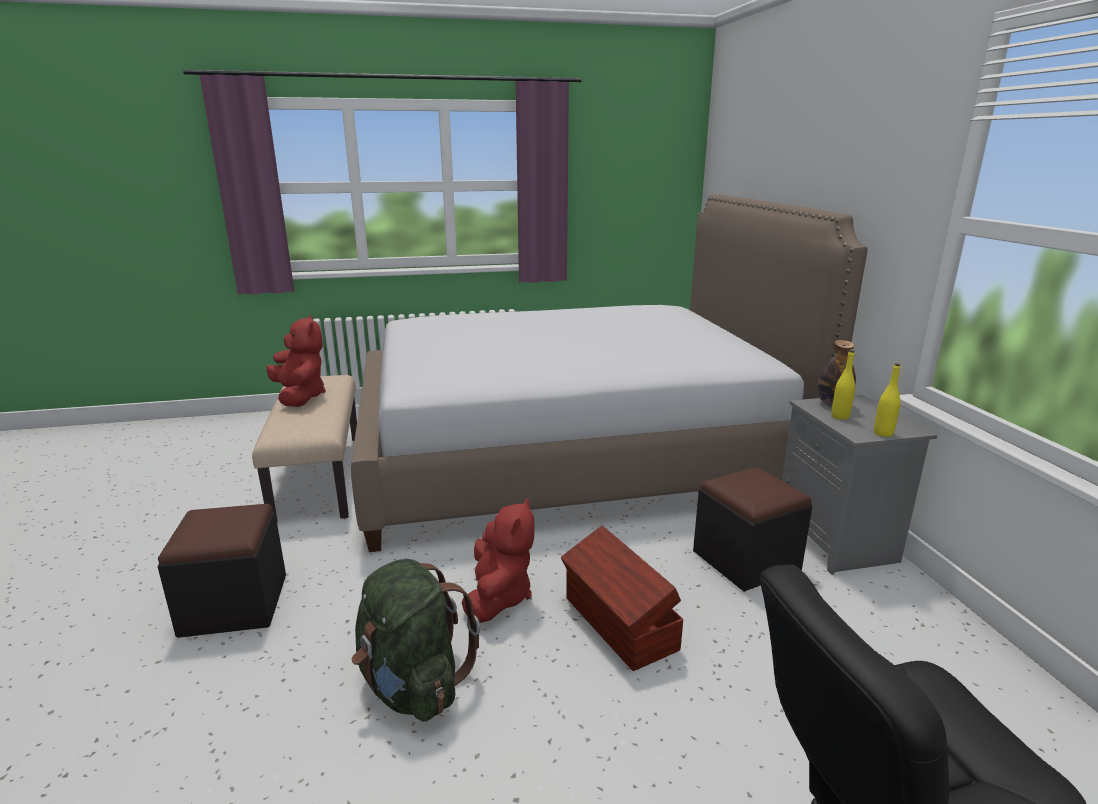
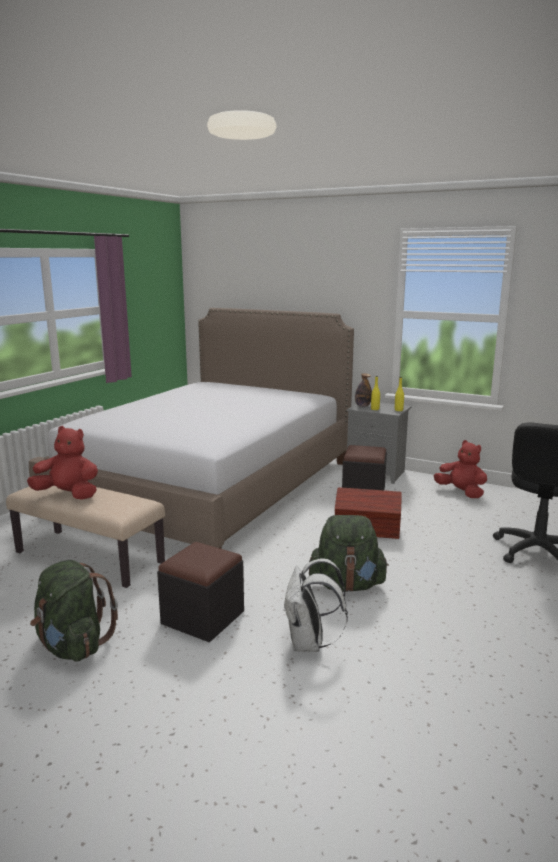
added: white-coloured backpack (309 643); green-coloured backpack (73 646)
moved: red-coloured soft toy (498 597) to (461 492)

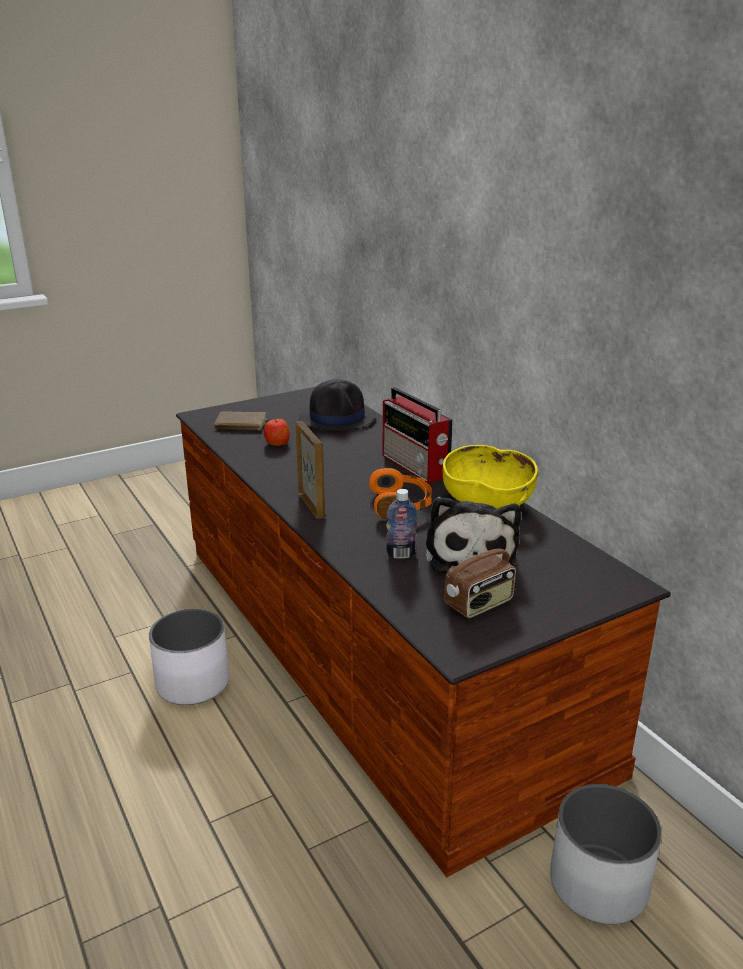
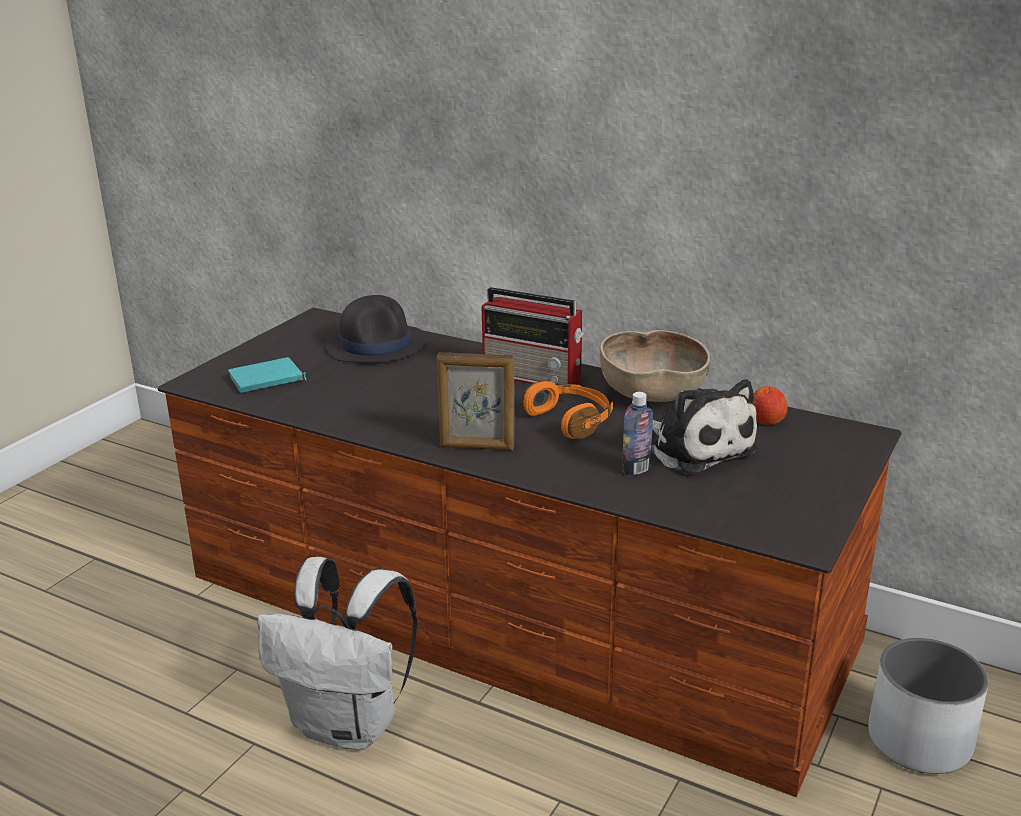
removed: radio set (479 604)
moved: whole apple (277 443) to (766 420)
replaced: white-coloured planter (193 683) to white-coloured backpack (349 725)
recoloured: brown book (240 425) to turquoise-coloured book (266 380); yellowish serving bowl (487 503) to brown serving bowl (652 394)
turned: picture frame (311 505) = (477 447) 150 degrees clockwise

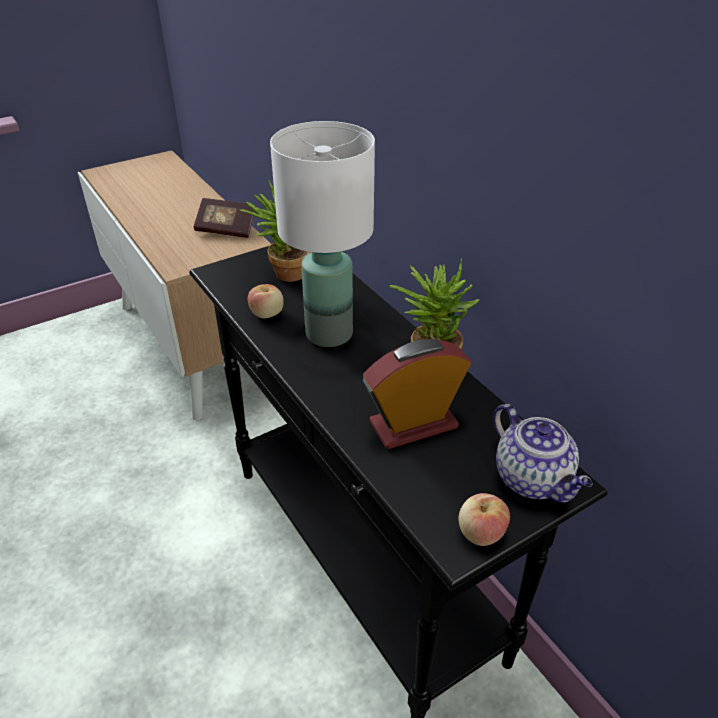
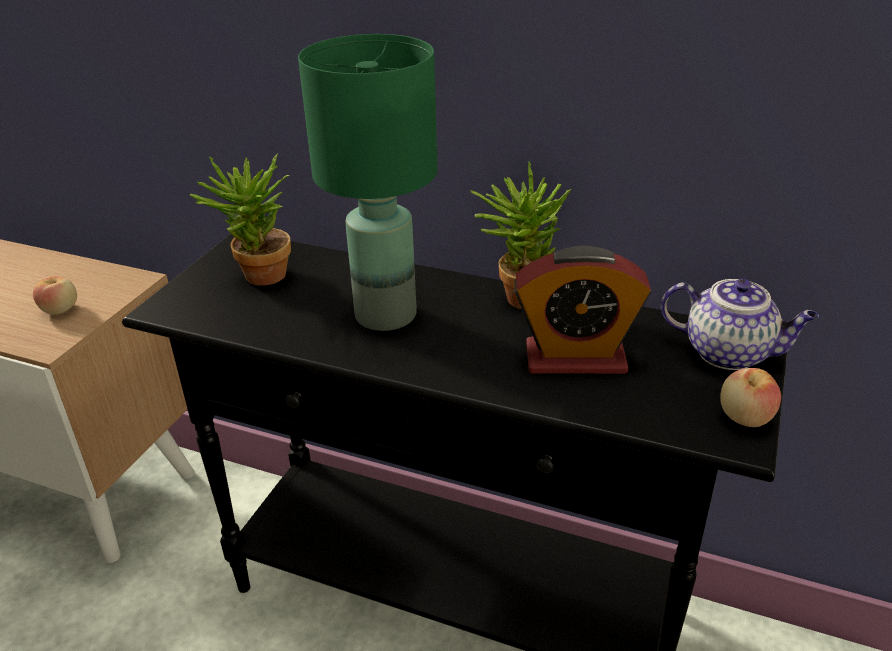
removed: book (226 229)
moved: whole apple (267 314) to (61 310)
recoloured: white-coloured lamp for a table (329 333) to green-coloured lamp for a table (385 314)
turned: table clock (413 425) = (575 358) 120 degrees counterclockwise

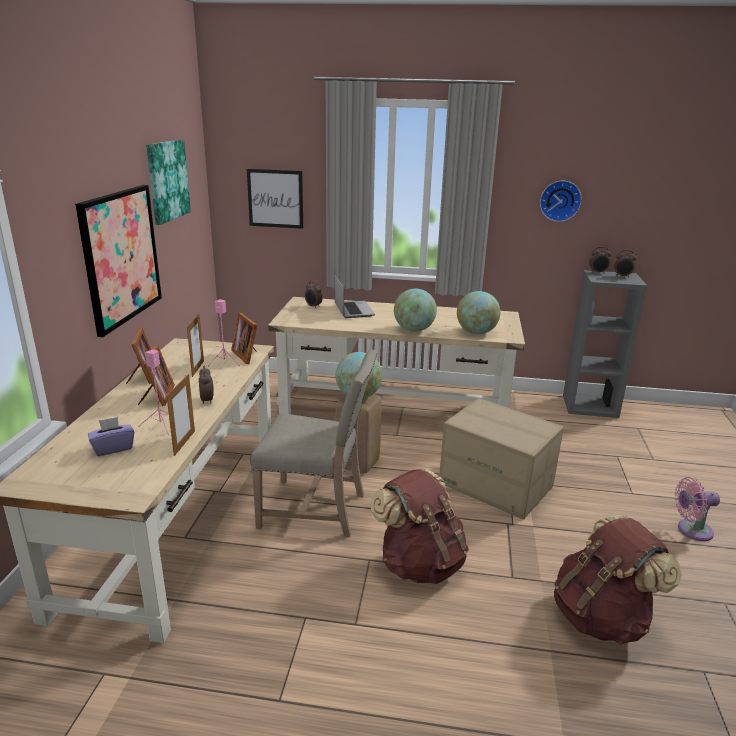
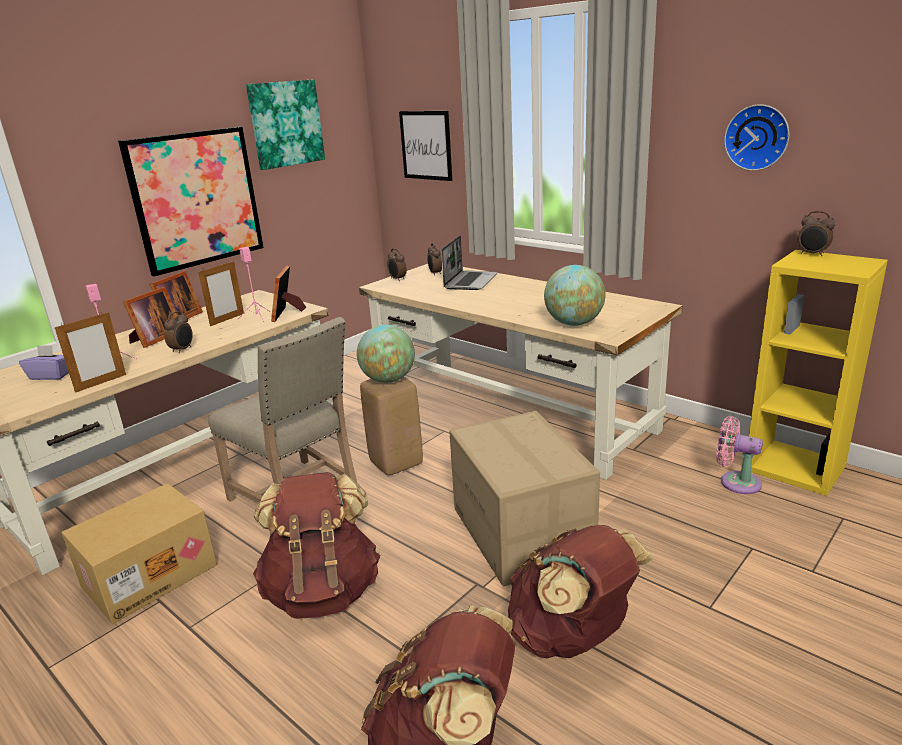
removed: desk globe (414 330)
added: cardboard box (150 574); brown backpack (572 637)
moved: table clock (622 276) to (397 279); pink-coloured cooling fan (691 530) to (735 482)
recoloured: greyish bookcase (590 406) to yellowish bookcase (796 468)

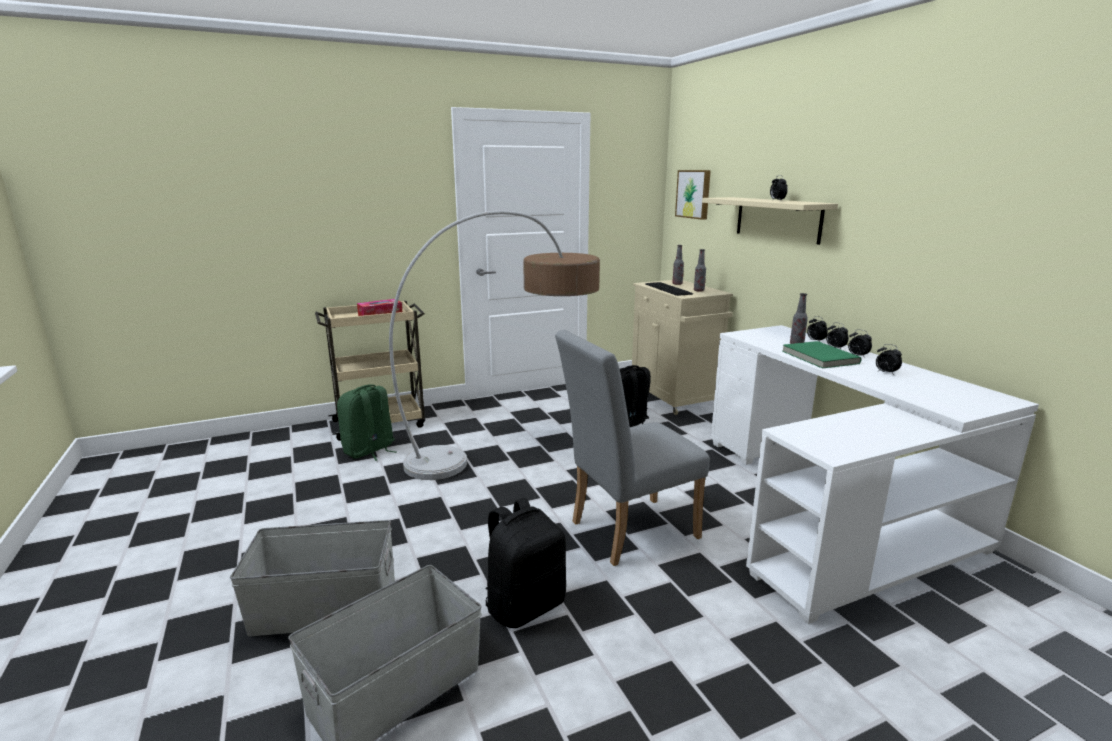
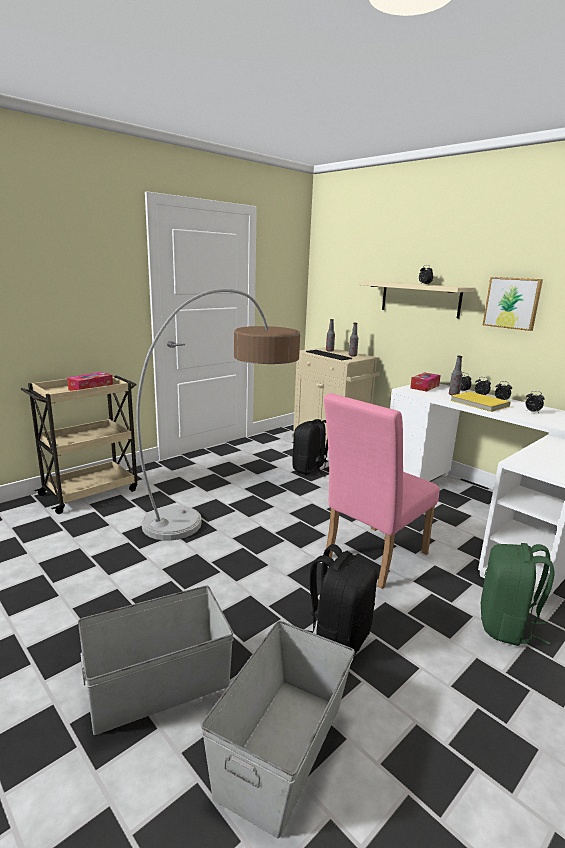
added: box of tissues (424 387)
moved: picture (694 194) to (512 303); green-coloured backpack (369 450) to (506 626)
recoloured: greyish plain chair (625 531) to pink-coloured plain chair (371 558); green-coloured book (818 357) to yellowish book (479 403)

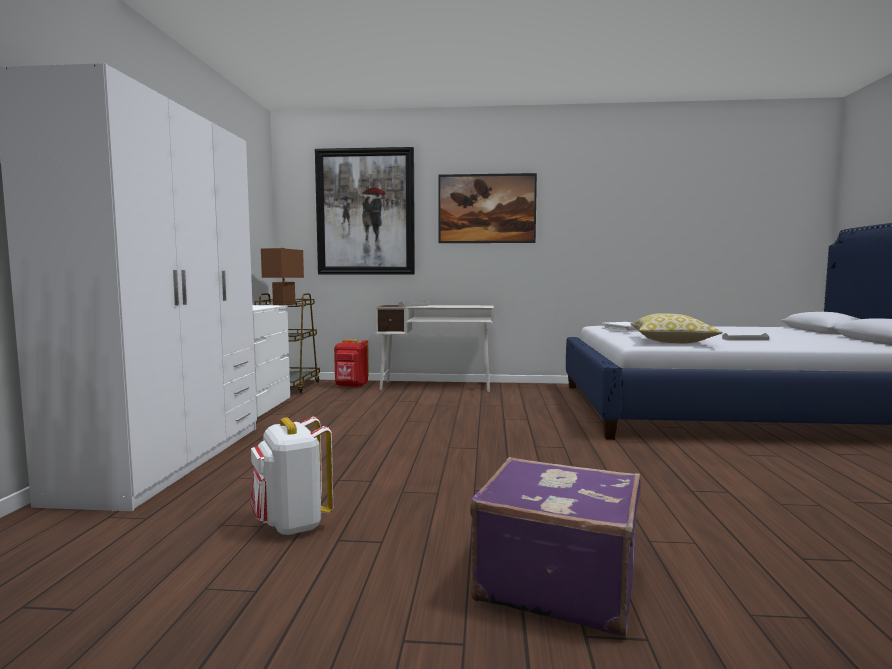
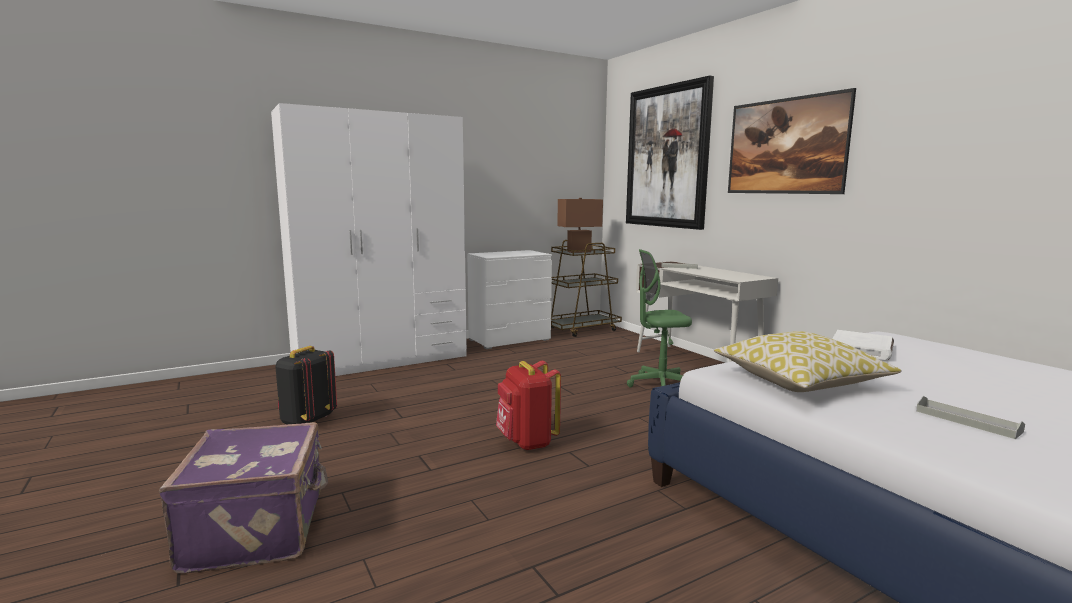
added: green-coloured office chair (660 385)
moved: red-coloured backpack (351 386) to (527 442)
recoloured: white-coloured backpack (292 525) to black backpack (307 420)

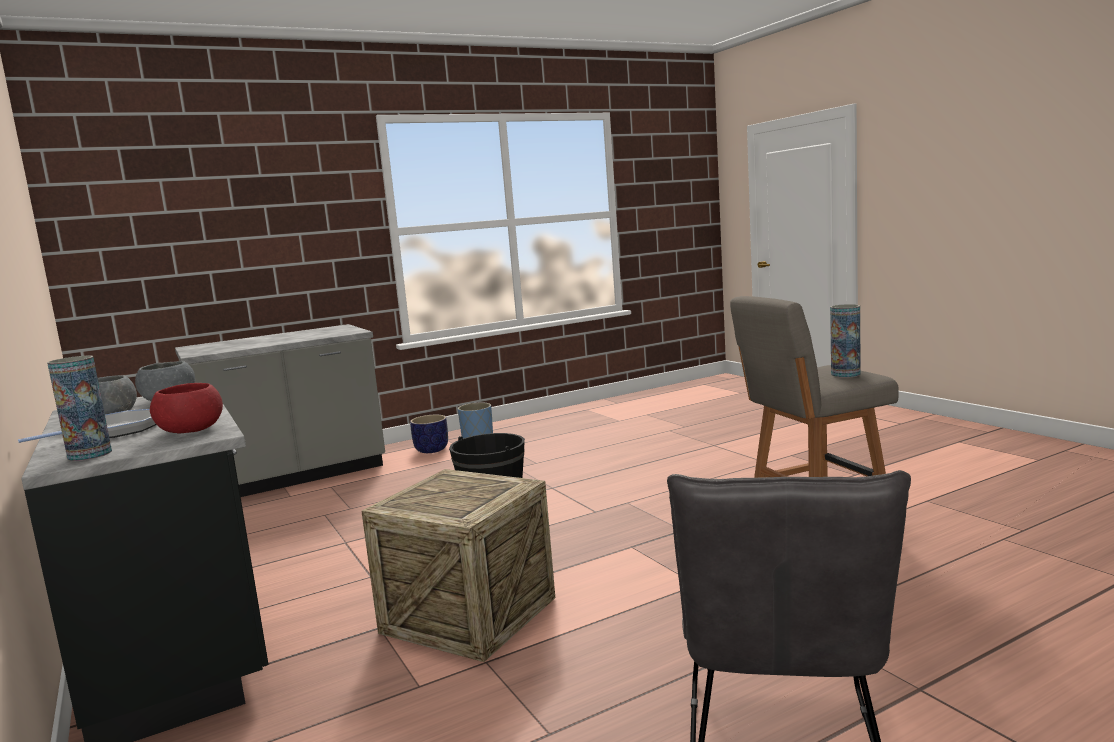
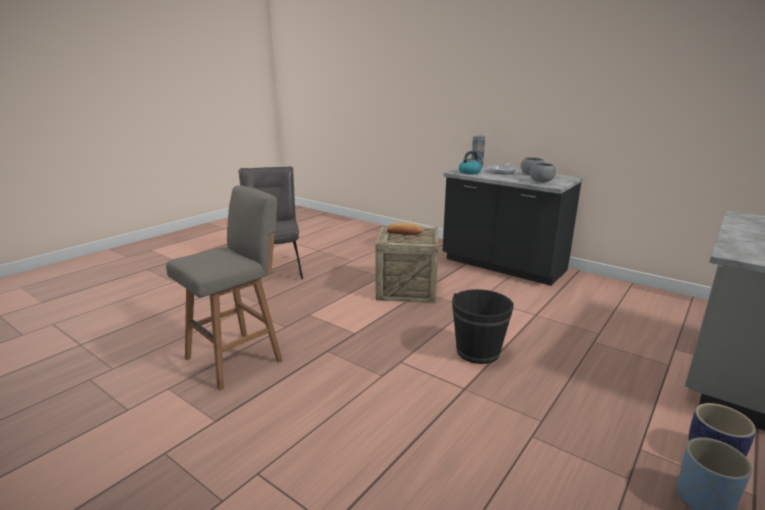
removed: vase (845 374)
added: bread (404 232)
replaced: red-coloured serving bowl (191 431) to kettle (470 172)

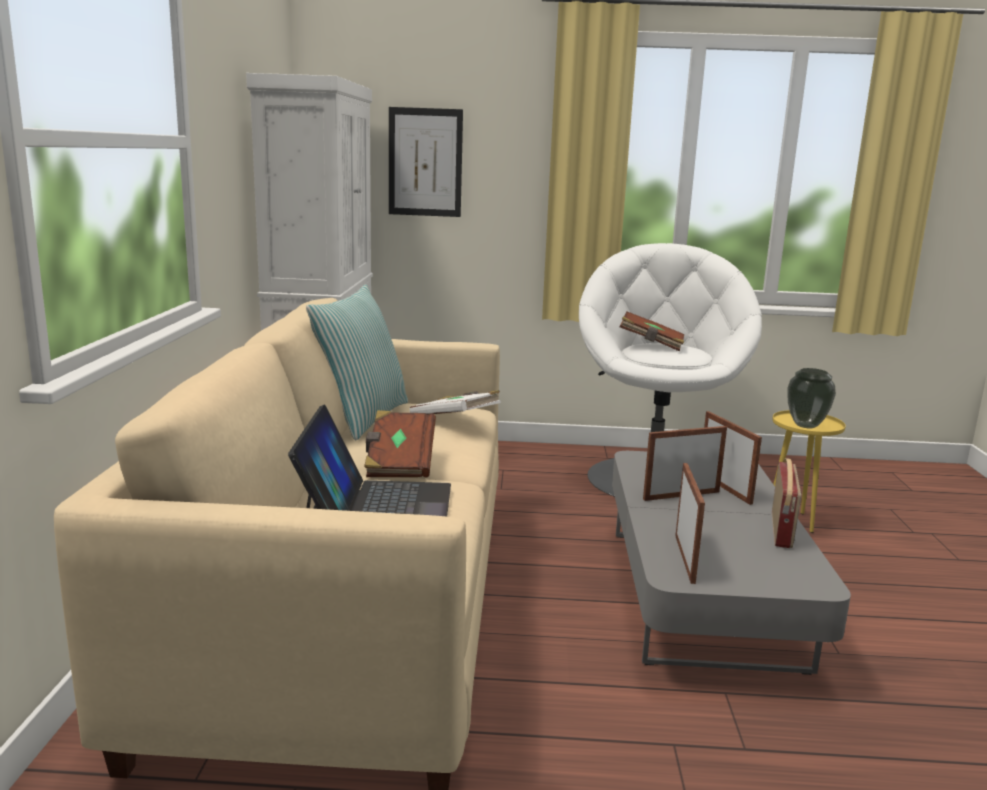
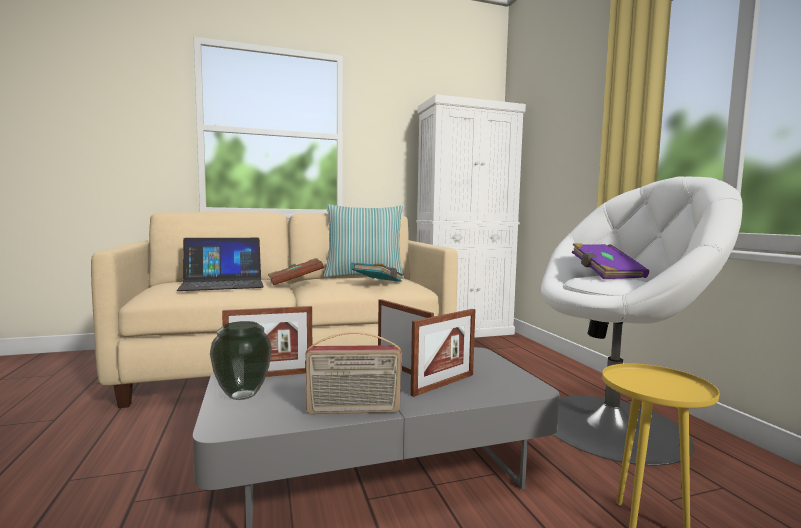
removed: picture (425 162)
moved: vase (805 425) to (242 395)
recoloured: brown book (651 344) to purple-coloured book (605 275); white-coloured book (455 421) to turquoise-coloured book (378 283)

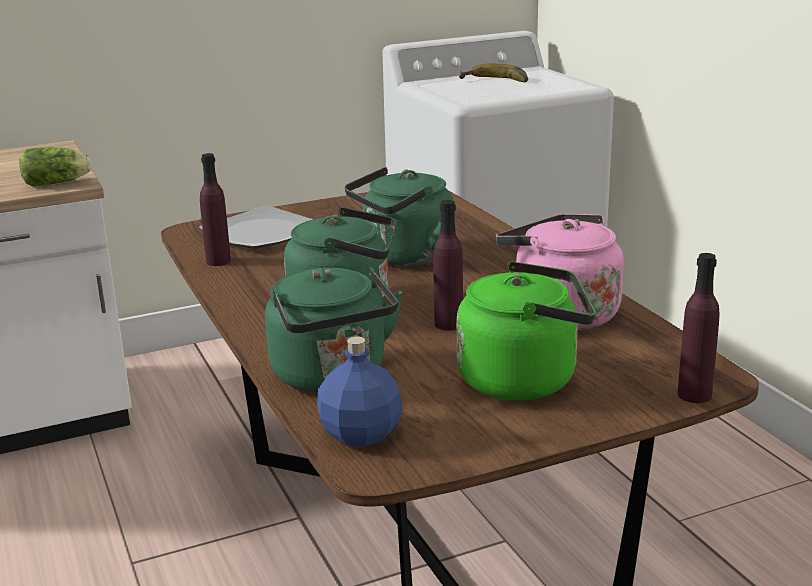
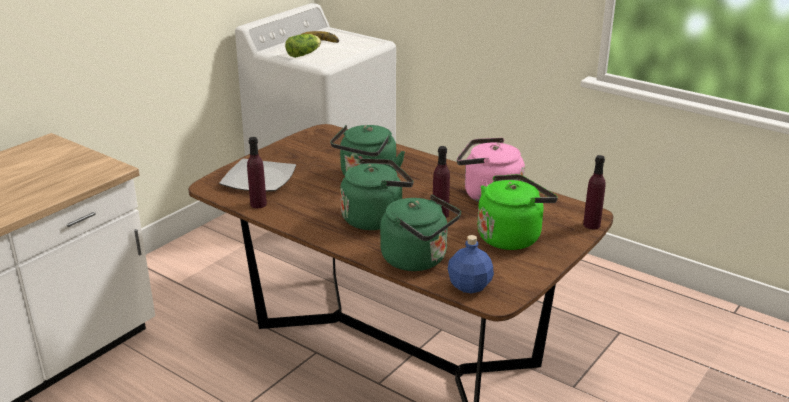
moved: lettuce (58 183) to (304 54)

